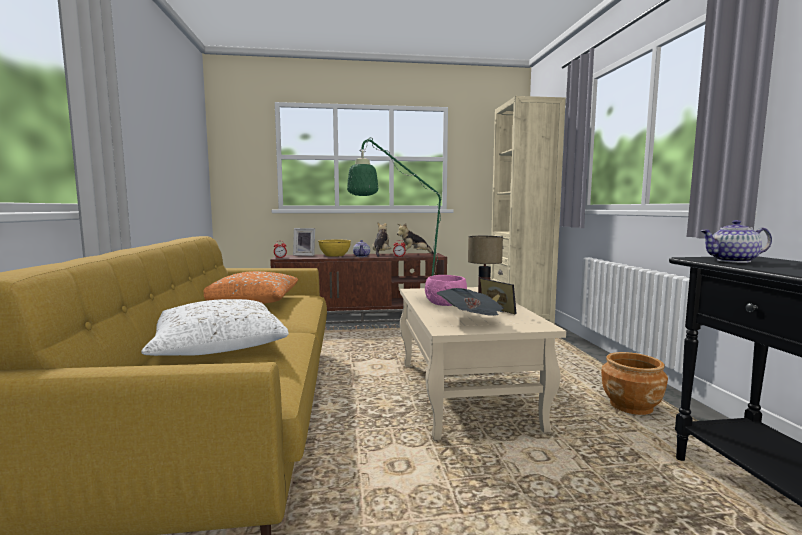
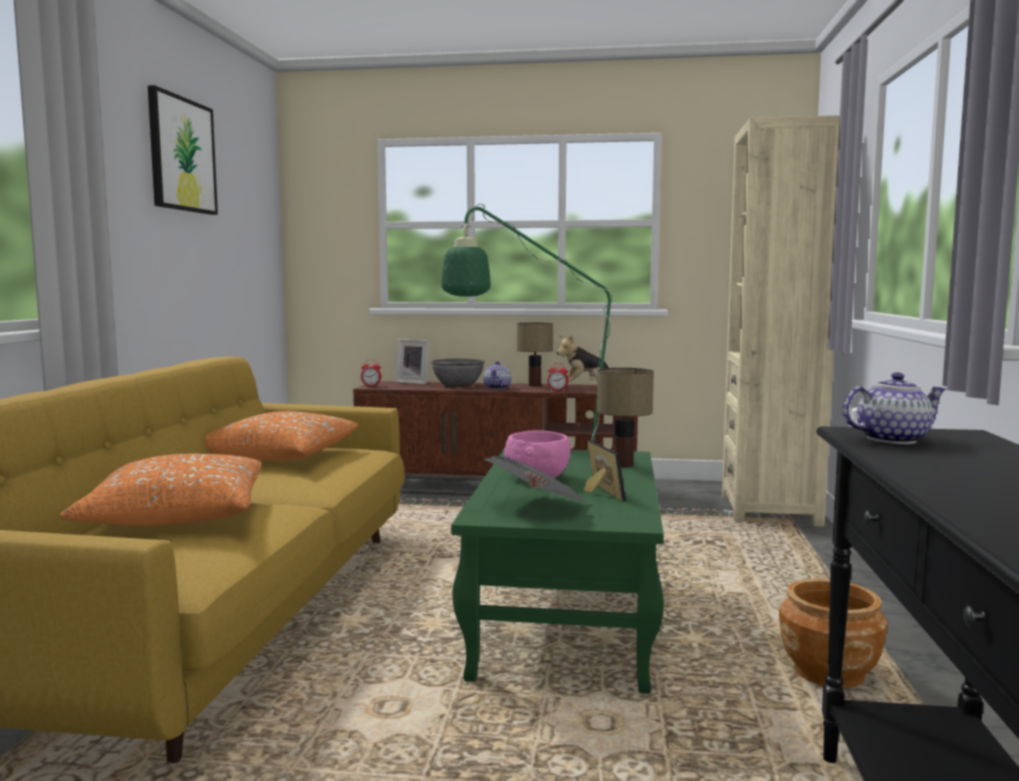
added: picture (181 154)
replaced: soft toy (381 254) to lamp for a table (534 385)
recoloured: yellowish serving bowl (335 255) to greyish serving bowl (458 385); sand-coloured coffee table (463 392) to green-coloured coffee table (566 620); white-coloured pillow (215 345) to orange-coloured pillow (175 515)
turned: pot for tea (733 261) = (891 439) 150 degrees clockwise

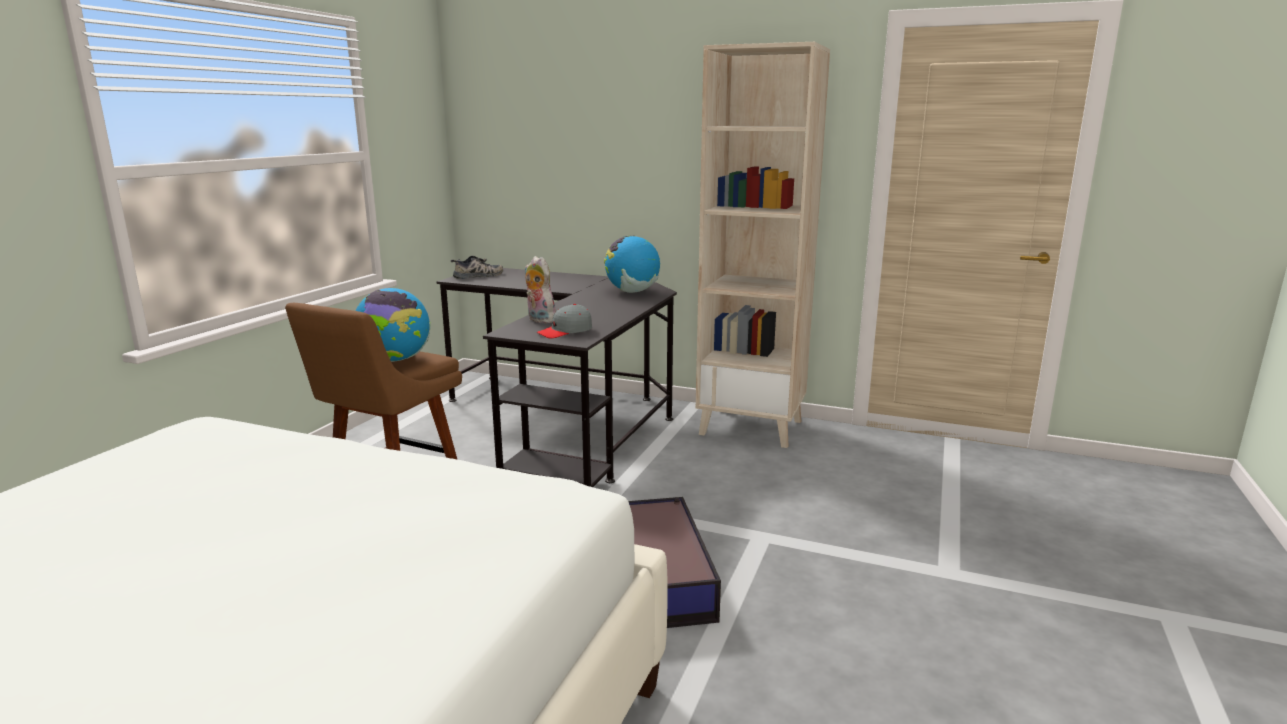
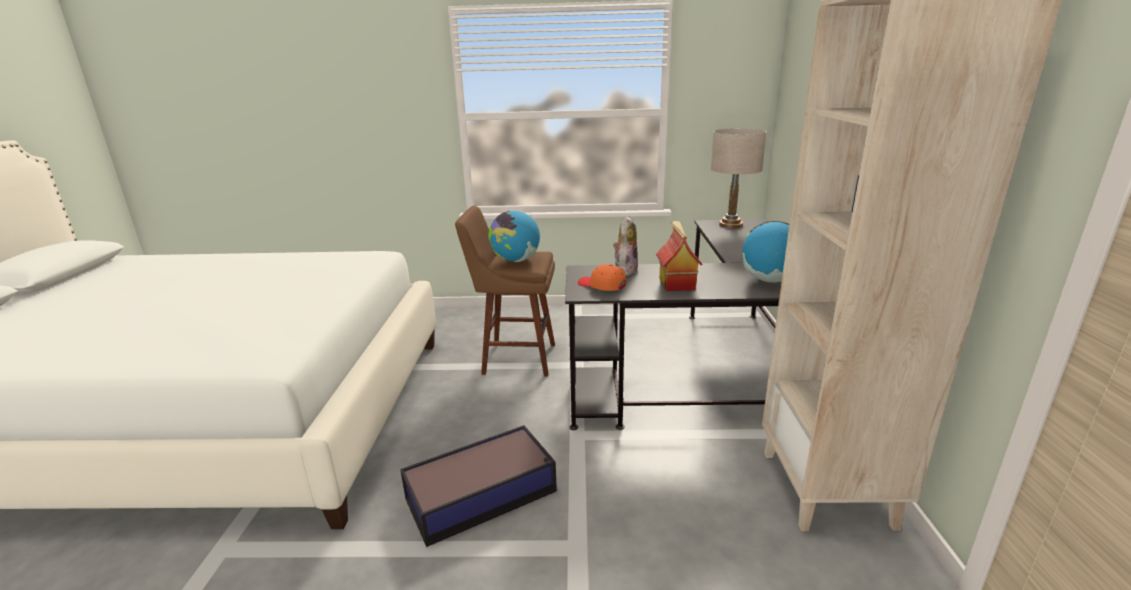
added: miniature house (676 283)
replaced: shoe (478 276) to sand-coloured lamp for a table (730 225)
recoloured: greyish peaked cap (565 331) to orange-coloured peaked cap (602 285)

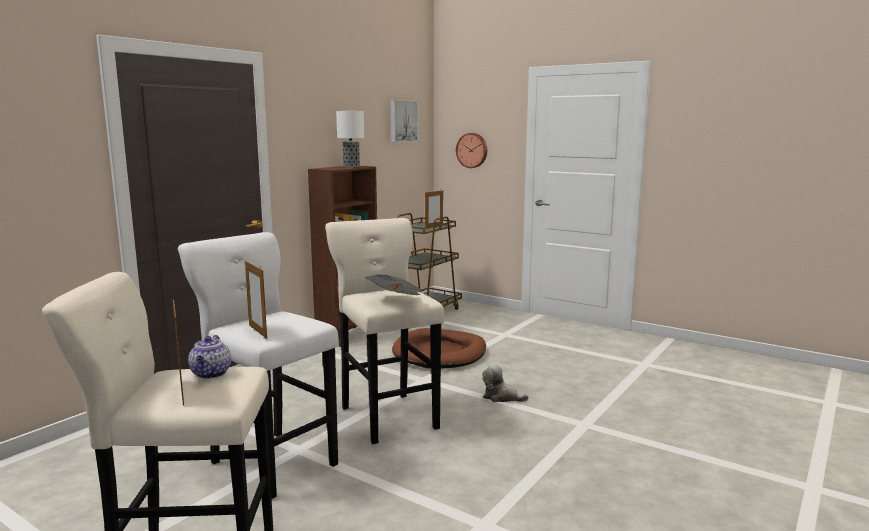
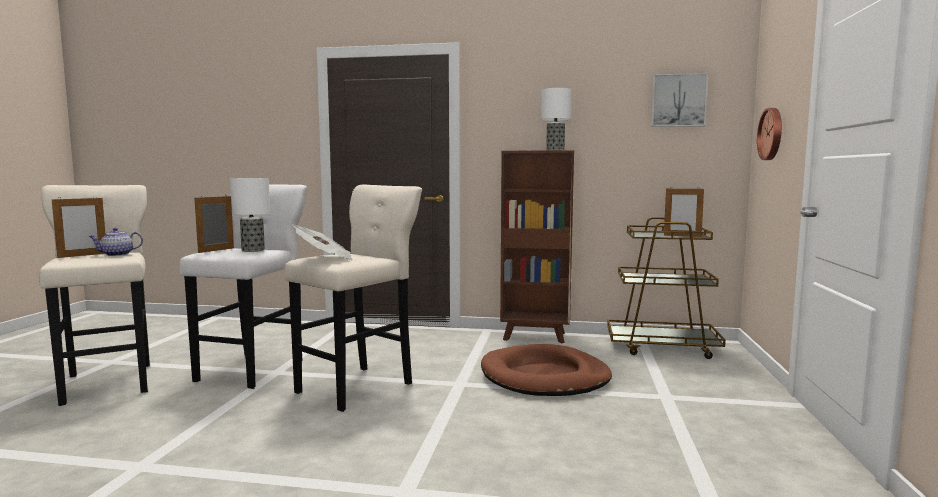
removed: soft toy (501 397)
added: lamp for a table (252 250)

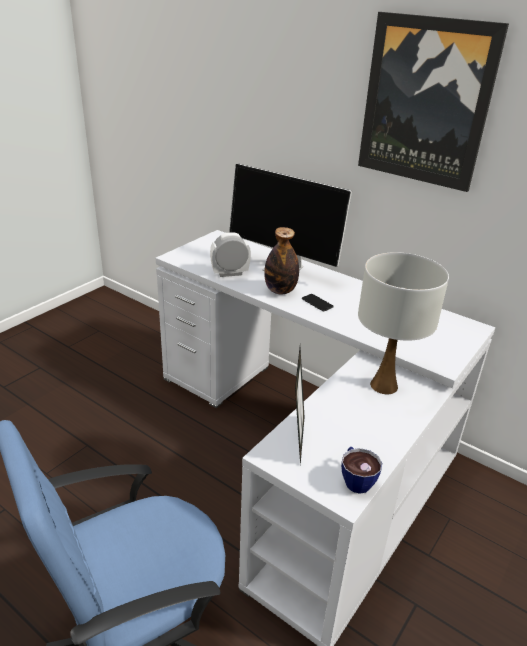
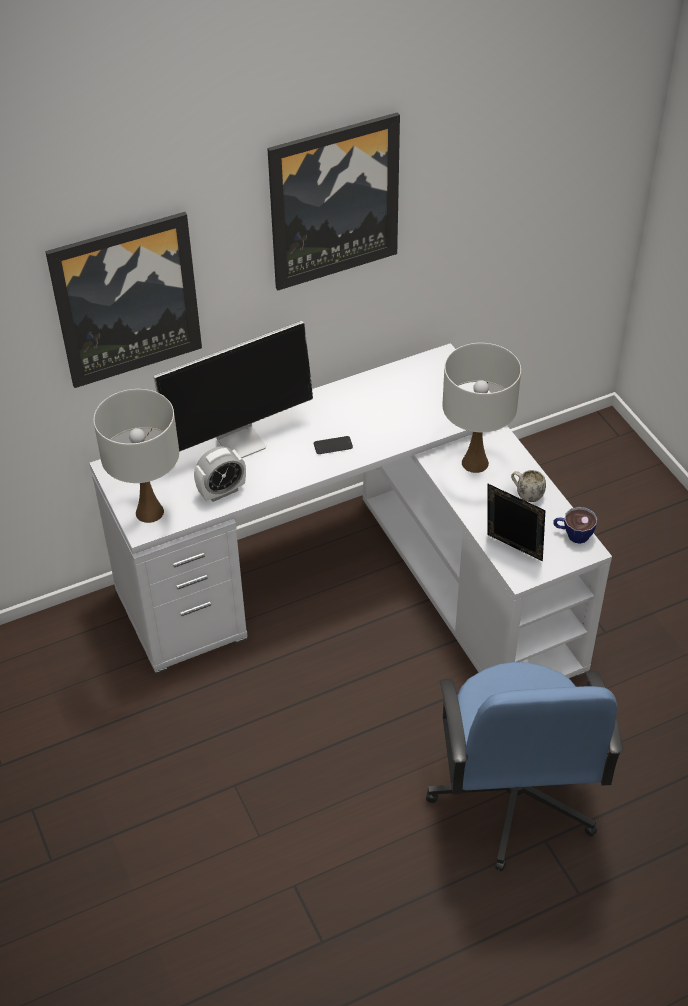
removed: beverage bottle (280 290)
added: picture (126 299); white-coloured lamp for a table (150 512); white-coloured coffee mug (526 494)
turned: table clock (230 273) = (222 491) 135 degrees counterclockwise

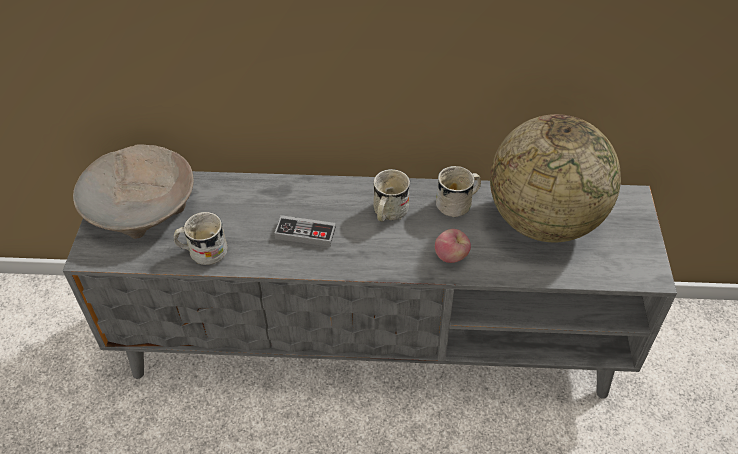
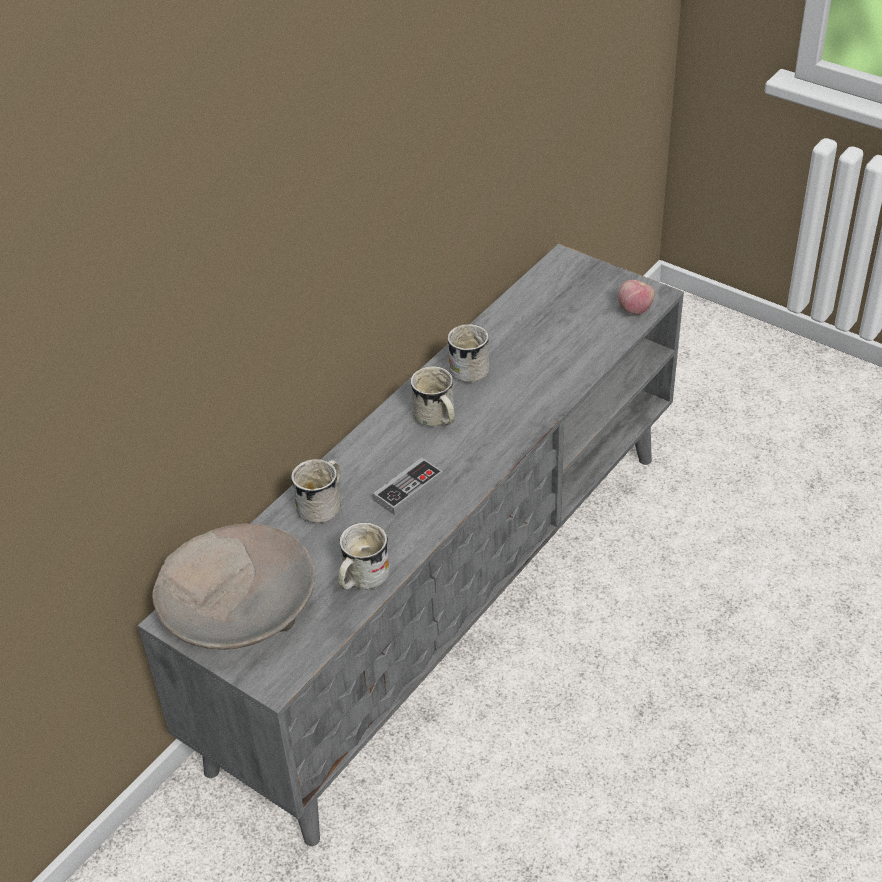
removed: desk globe (543 220)
added: white-coloured coffee mug (324 504)
moved: whole apple (451 256) to (635 310)

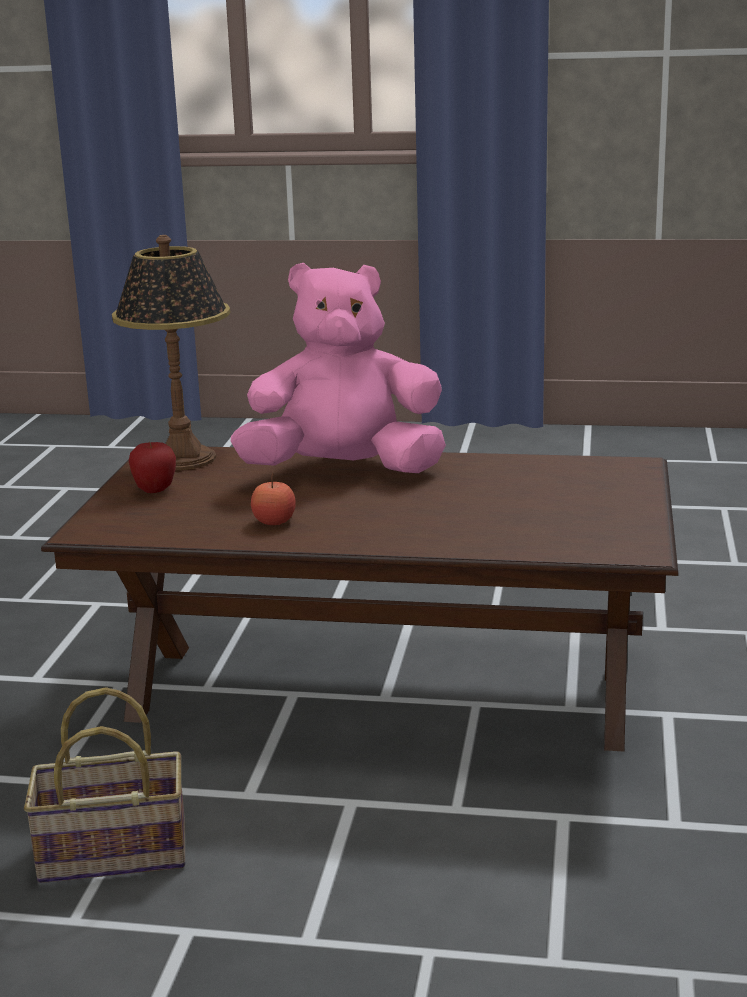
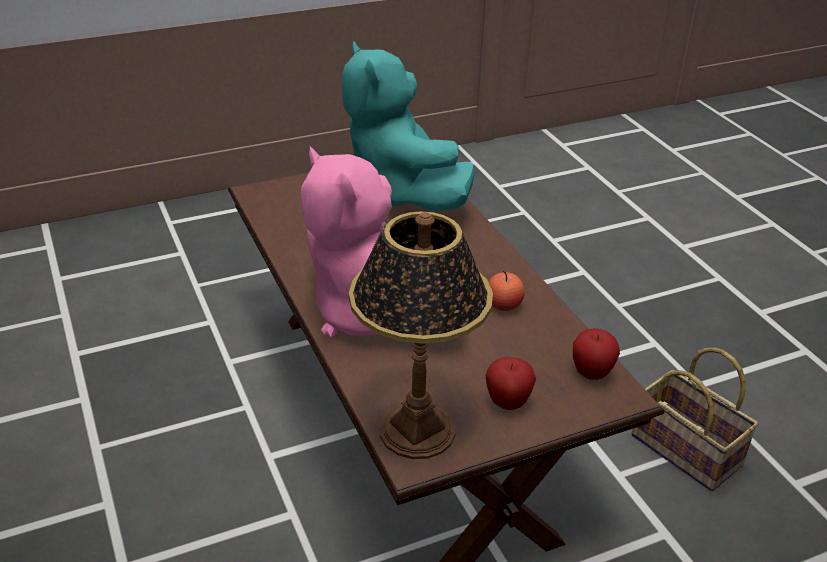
added: turquoise-coloured soft toy (399 194); whole apple (591 373)

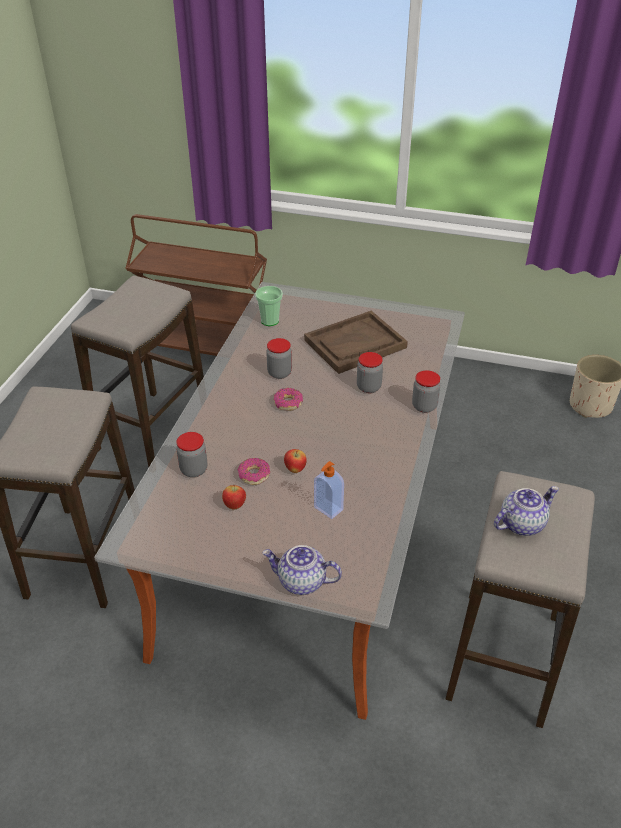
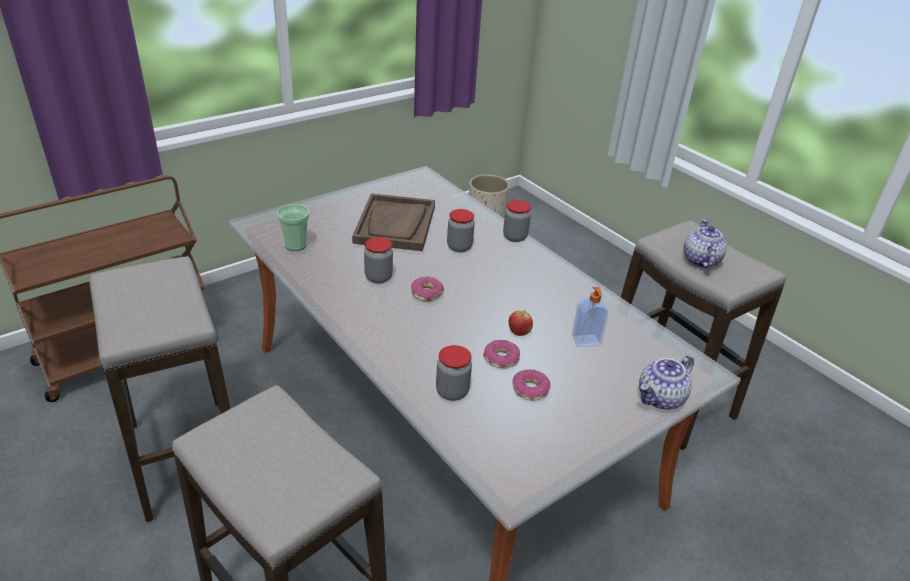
replaced: whole apple (234 505) to ring doughnut (530 390)

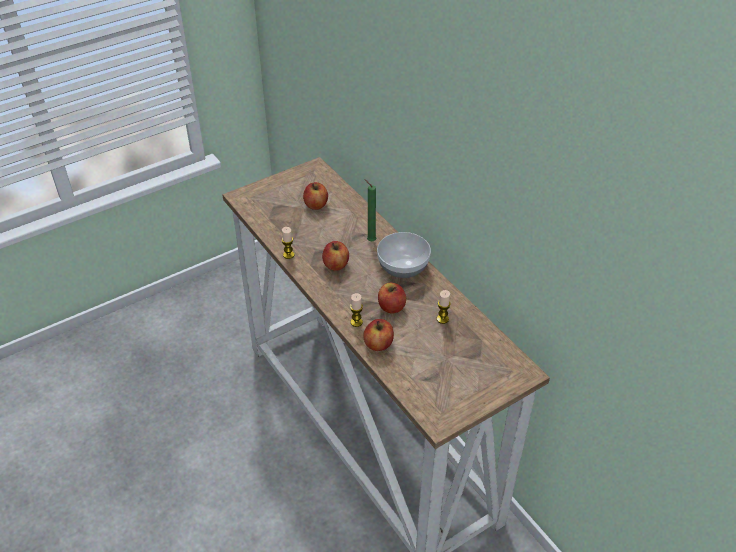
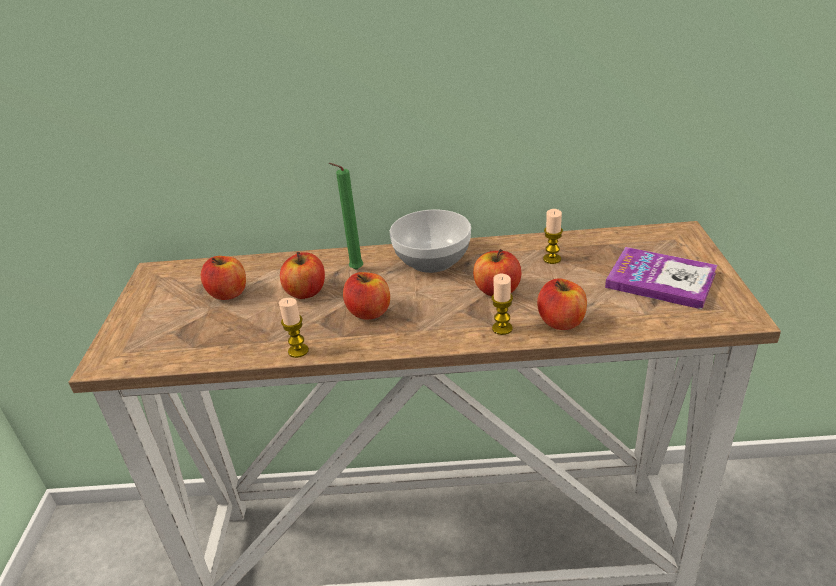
added: book (660 280); whole apple (306 292)

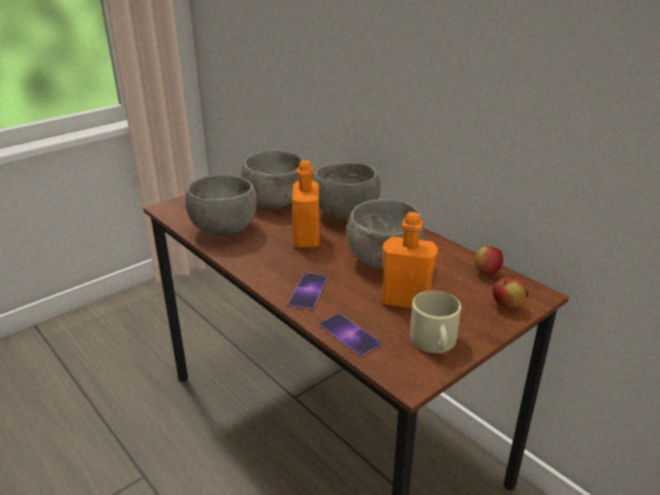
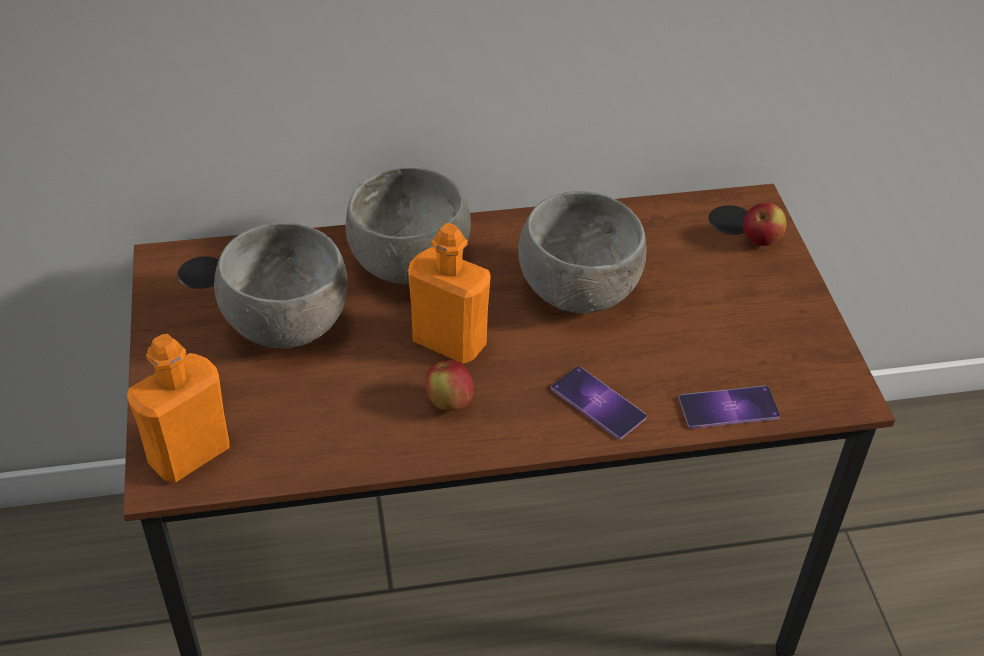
removed: greyish serving bowl (225 230); sand-coloured coffee mug (434 342)
moved: orange-coloured beverage bottle (406 301) to (189 454); whole apple (486 272) to (449 402)

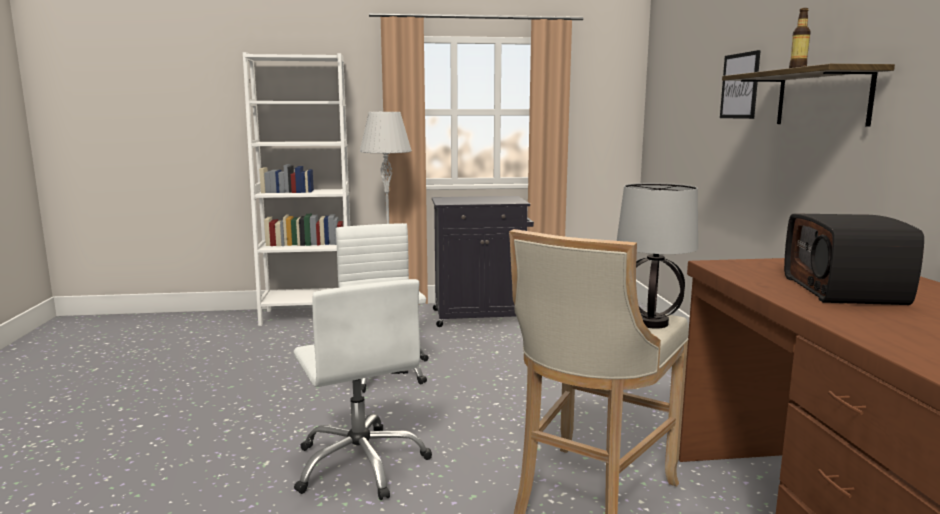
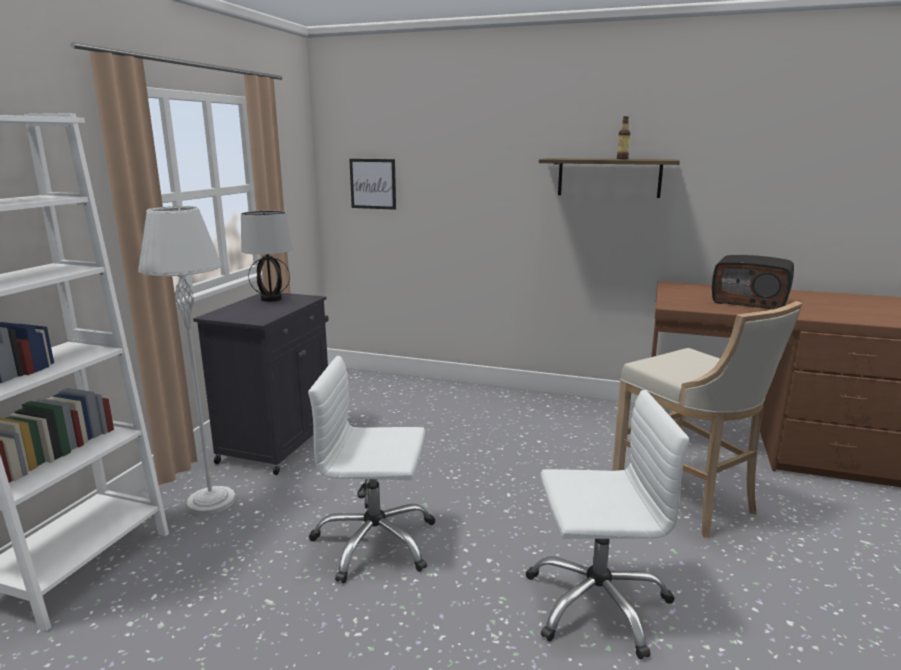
moved: picture (740 86) to (373 184); lamp for a table (651 323) to (271 299)

